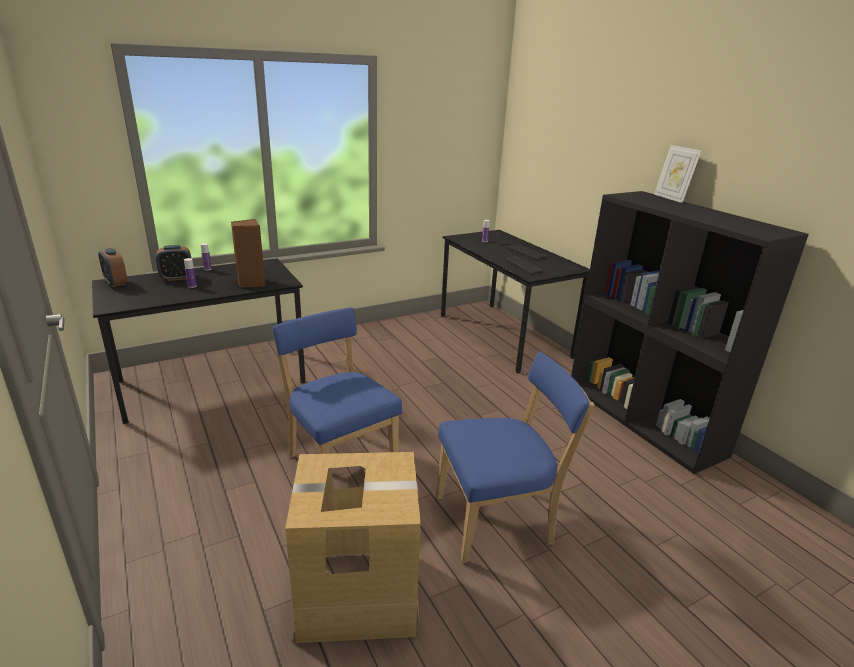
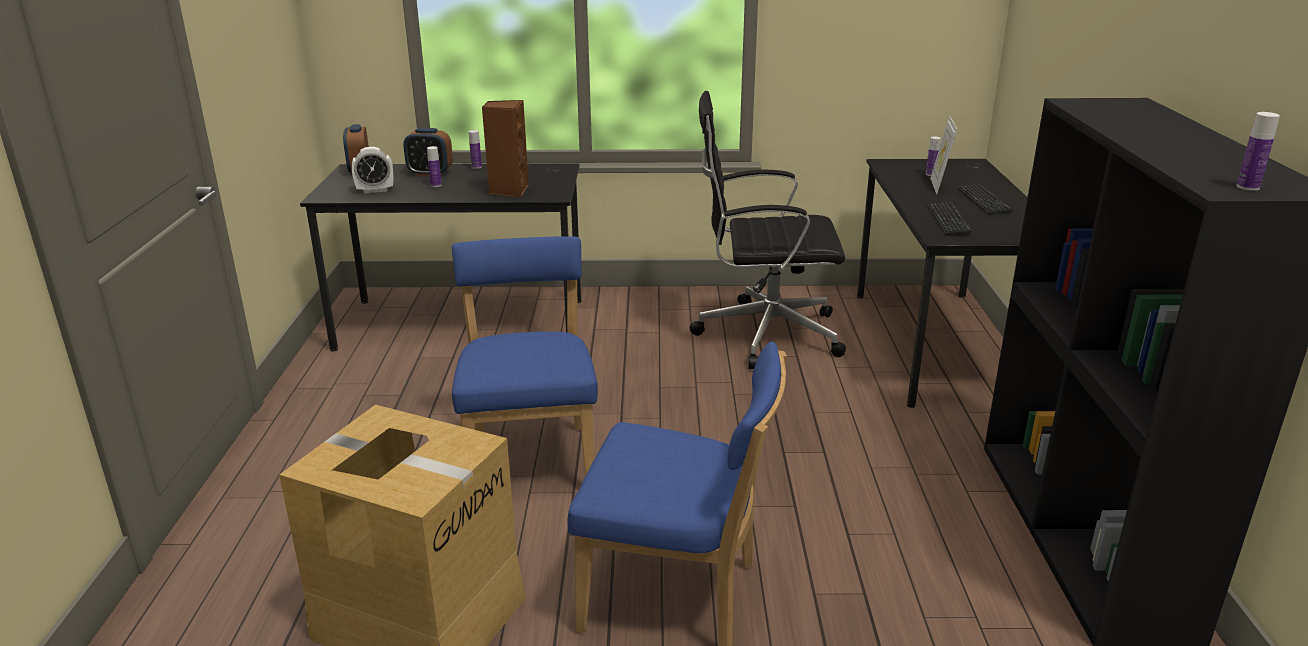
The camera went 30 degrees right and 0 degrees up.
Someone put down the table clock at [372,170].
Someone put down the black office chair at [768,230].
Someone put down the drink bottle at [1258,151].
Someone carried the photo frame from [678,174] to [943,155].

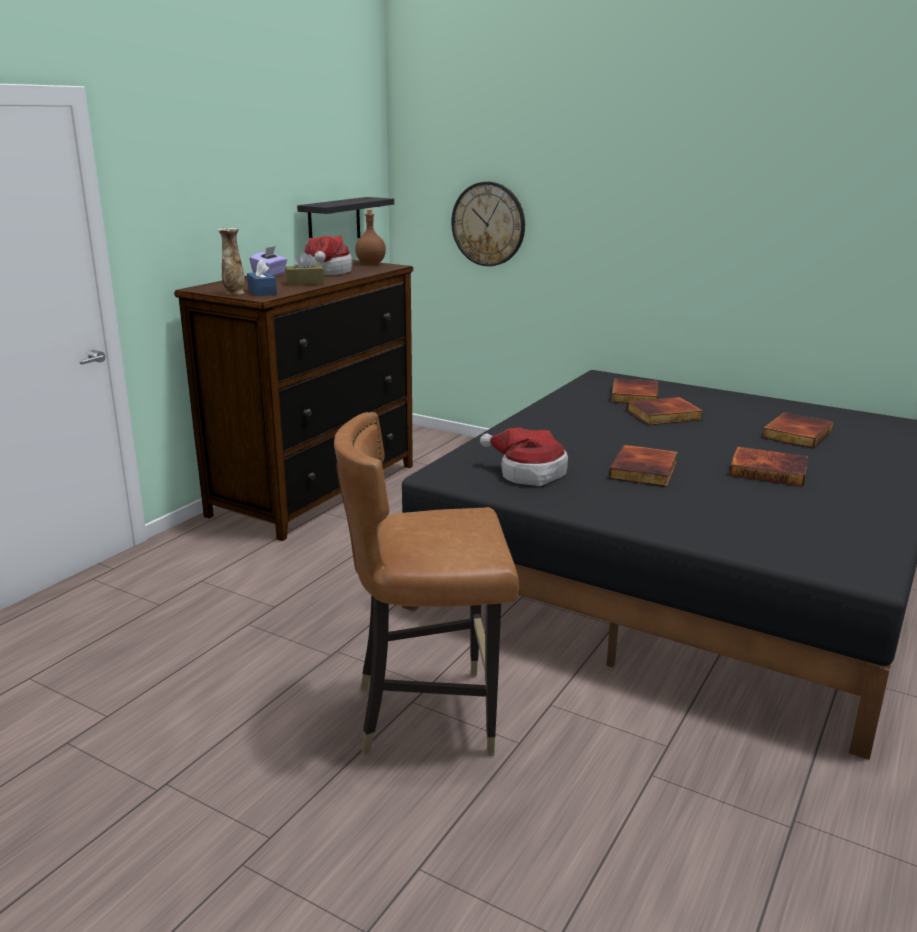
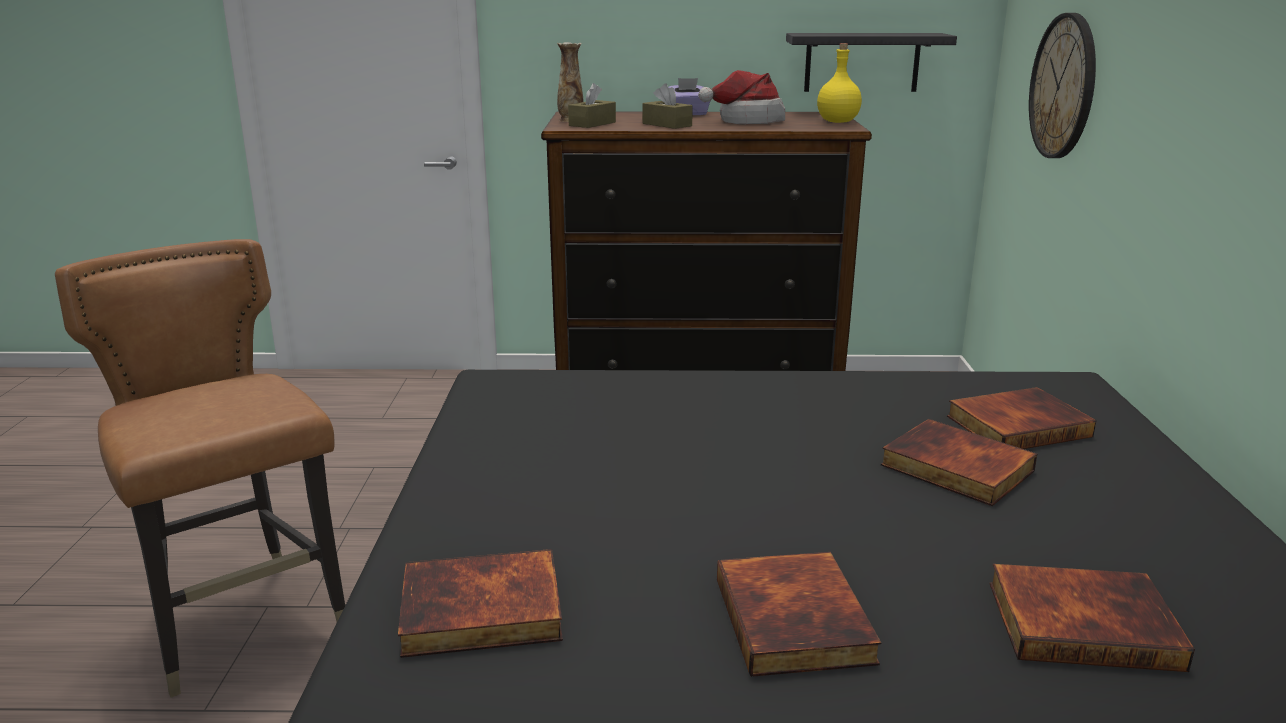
The camera went 60 degrees right and 0 degrees up.
Someone took away the wearable hat at [524,456].
Someone carried the bound book from [643,466] to [480,603].
Someone repainted the bluish tissue box at [262,277], which became the brown-coloured tissue box at [592,105].
Someone repainted the brown-coloured drink bottle at [370,237], which became the yellowish drink bottle at [839,83].

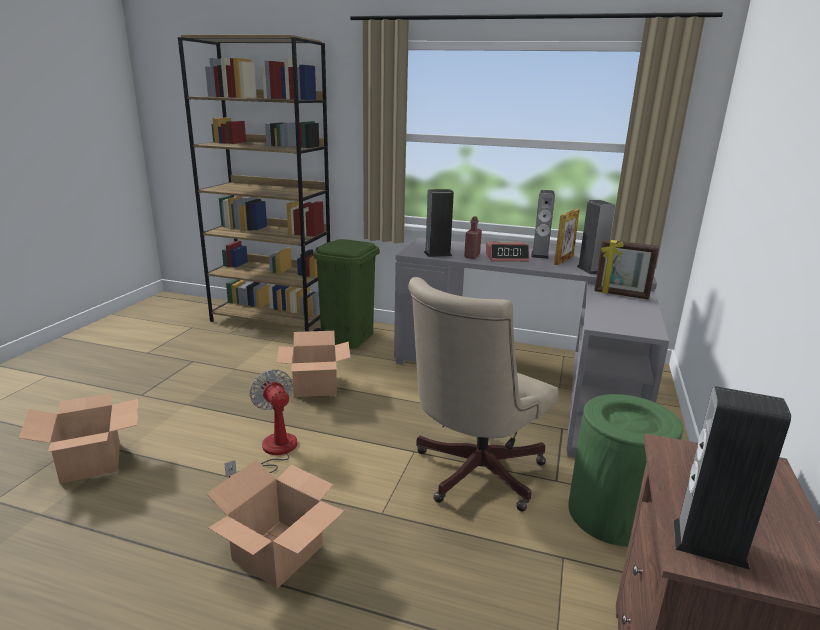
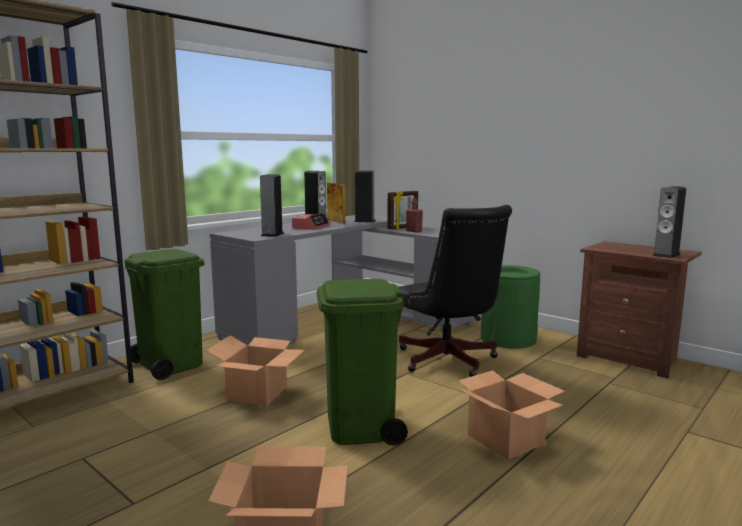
The camera went 65 degrees left and 10 degrees down.
Someone carried the reddish drink bottle from [473,237] to [414,215].
Someone swapped the fan at [260,423] for the greenish rubbish bin at [362,362].
Someone repainted the beige-coloured office chair at [483,394], which became the black office chair at [455,291].

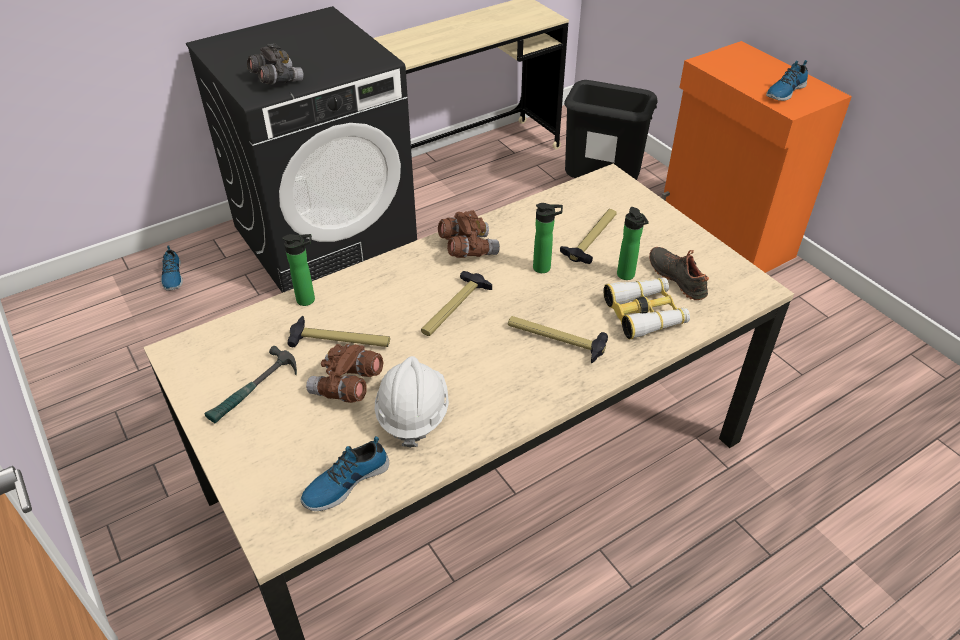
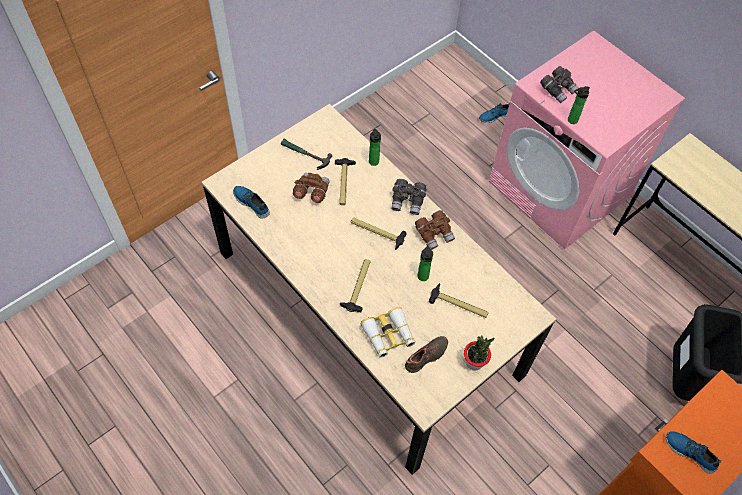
The camera went 80 degrees right and 15 degrees up.
Someone took away the white work helmet at [412,402].
Someone put down the grey pair of binoculars at [409,197].
Someone put down the potted plant at [479,352].
Someone carried the drink bottle from [633,243] to [579,105].
Someone repainted the black laundry machine at [301,149], which became the pinkish laundry machine at [587,140].

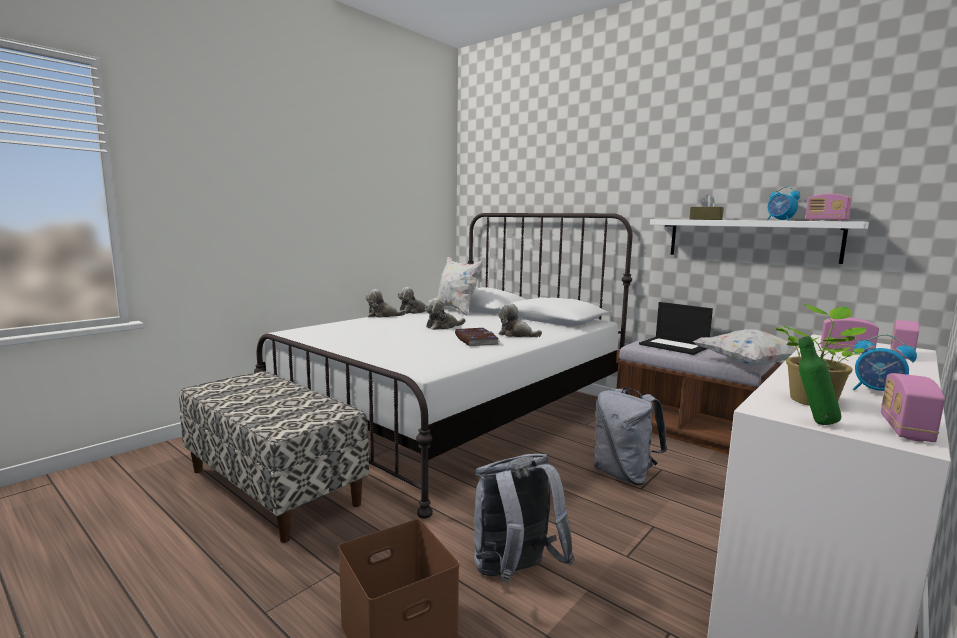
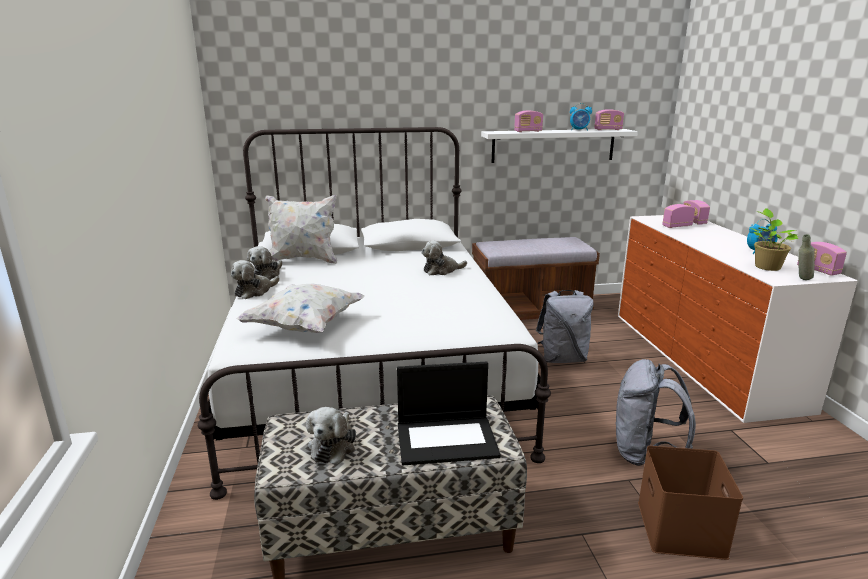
The camera went 50 degrees left and 10 degrees up.
Someone took away the bound book at [477,337].
Someone carried the soft toy from [445,314] to [331,435].
Someone carried the portable computer from [676,328] to [449,413].
Someone carried the white cushion from [746,347] to [300,308].
Someone swapped the brown-coloured tissue box at [707,207] for the radio receiver at [528,121].
Someone repainted the greenish drink bottle at [819,380], which became the grey drink bottle at [806,257].

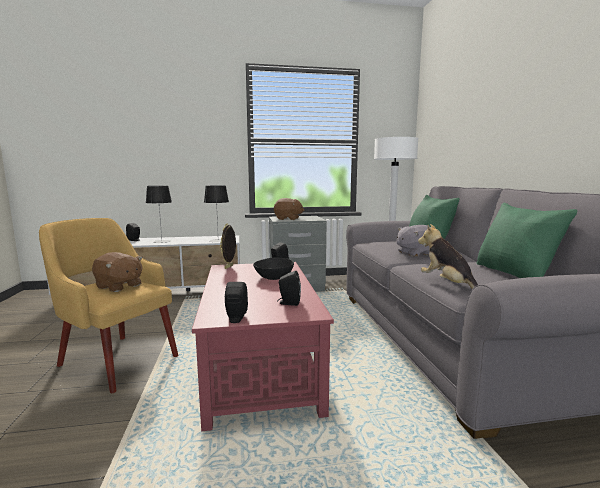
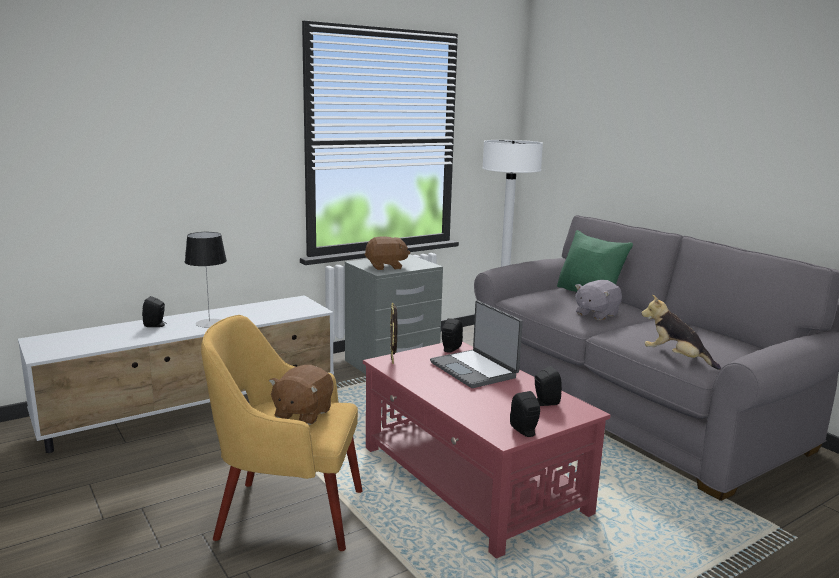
The camera went 25 degrees left and 5 degrees up.
Someone took away the table lamp at [216,214].
Someone took away the greenish cushion at [527,240].
Someone swapped the black serving bowl at [273,268] for the portable computer at [476,344].
Someone rotated the brown-coloured soft toy at [117,272] by 105 degrees clockwise.

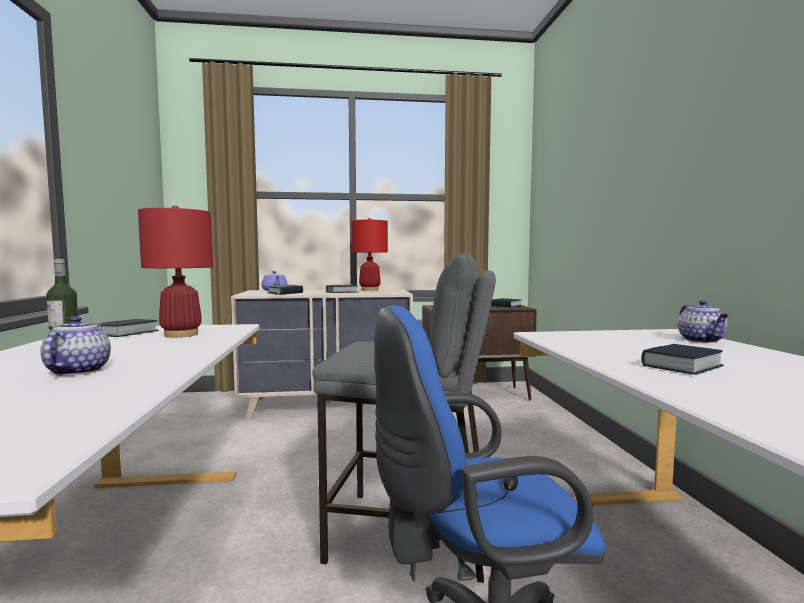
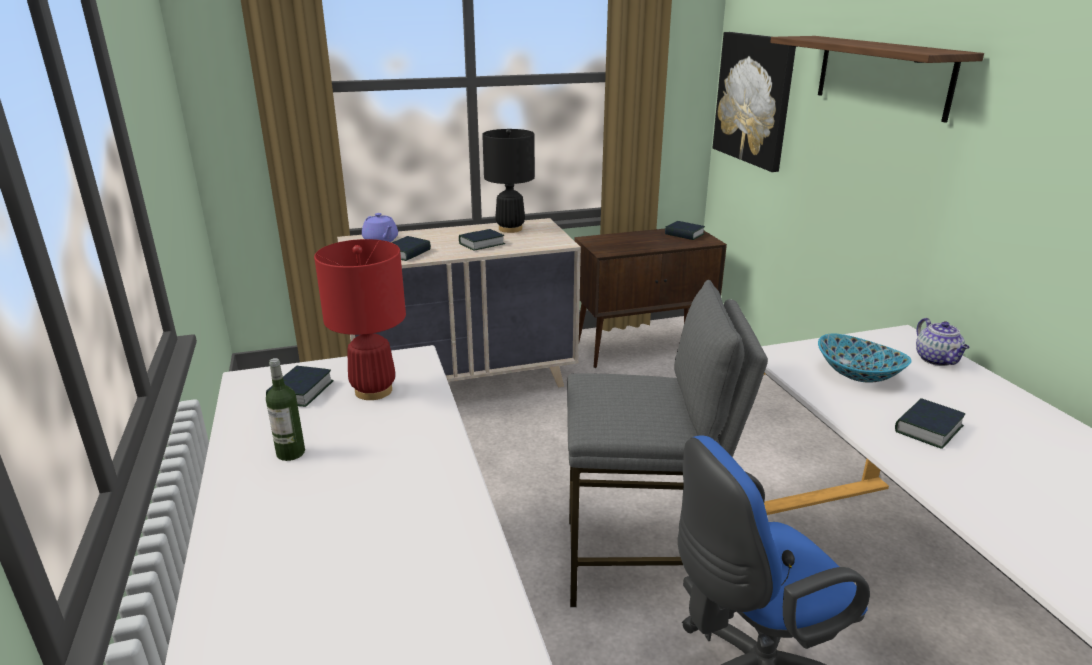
The camera went 10 degrees left and 20 degrees up.
Someone took away the teapot at [75,346].
Someone put up the wall picture at [754,102].
Someone put up the bracket shelf at [877,79].
Someone put down the serving bowl at [865,358].
Someone repainted the reddish table lamp at [369,254], which became the black table lamp at [508,181].

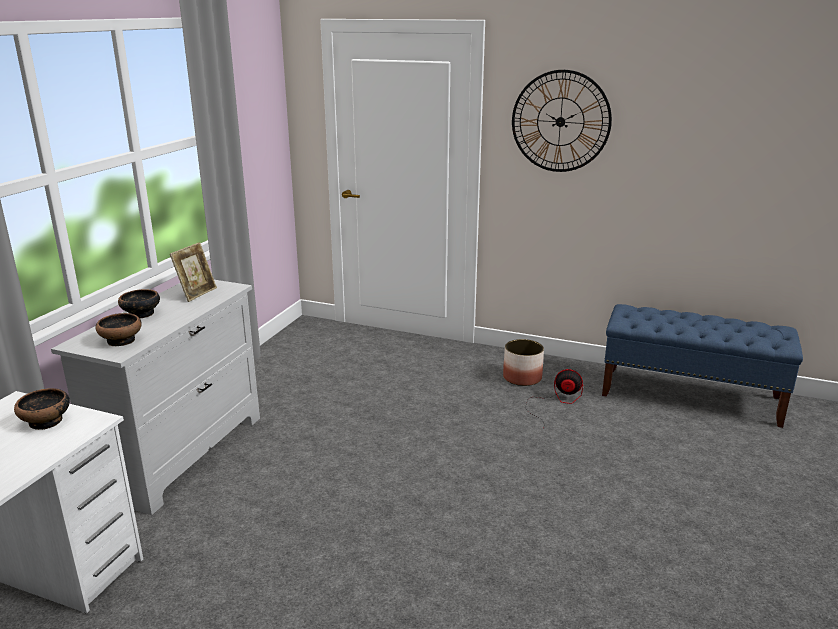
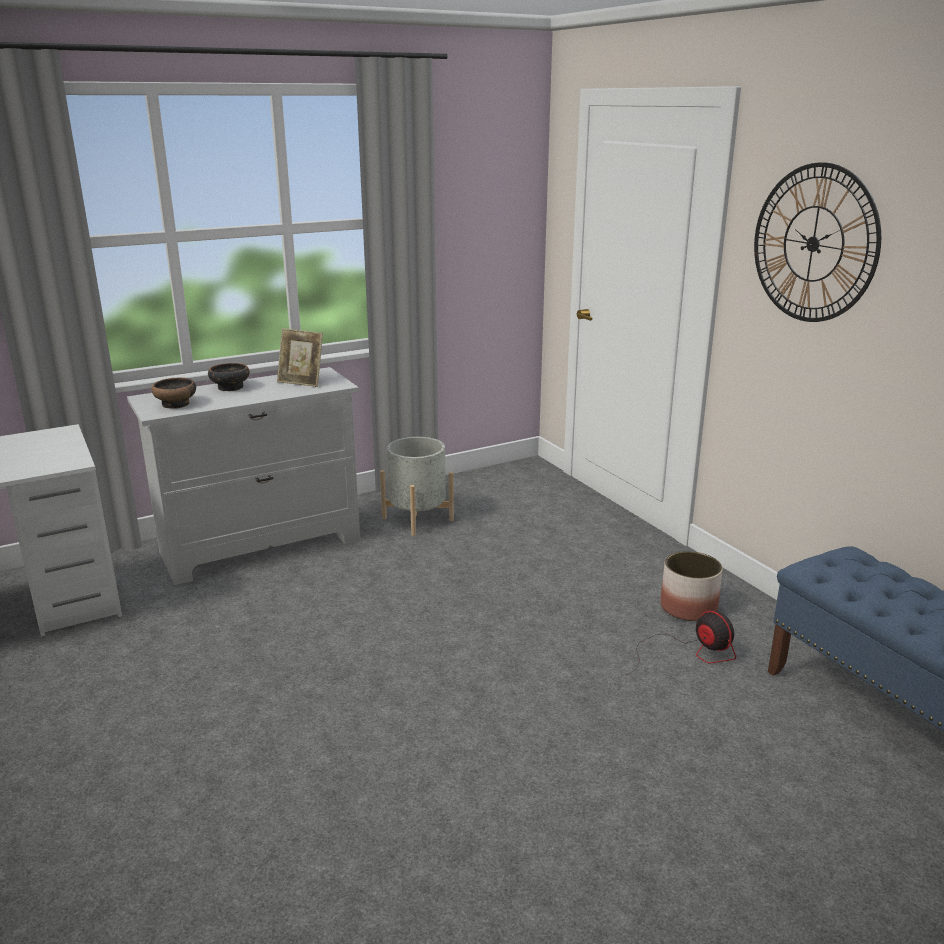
The camera went 40 degrees right and 0 degrees up.
Someone took away the serving bowl at [42,409].
Someone put down the grey flower pot at [417,486].
Someone rotated the photo frame at [193,272] by 45 degrees clockwise.

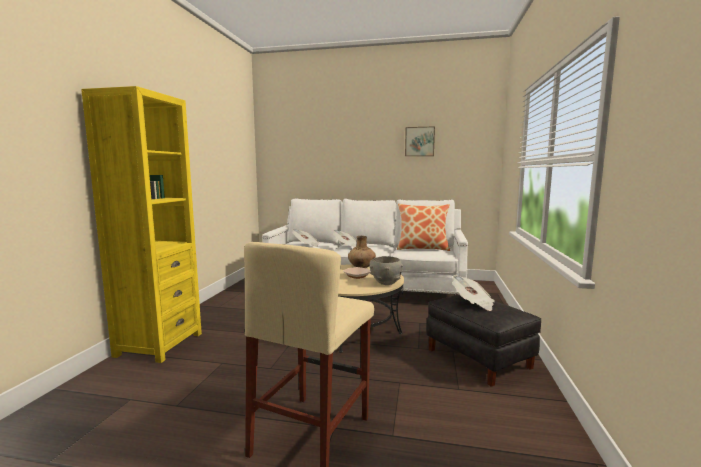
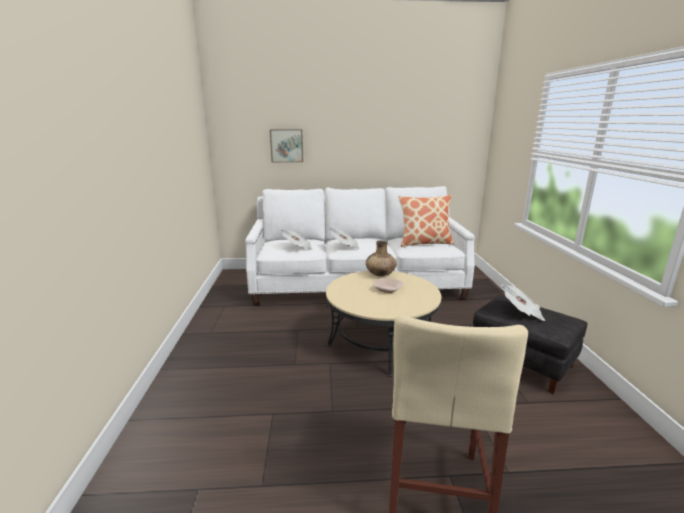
The camera went 15 degrees left and 10 degrees up.
Someone took away the yellowish shelving unit at [141,224].
Someone took away the grey serving bowl at [386,270].
Someone carried the wall picture from [420,141] to [286,145].

